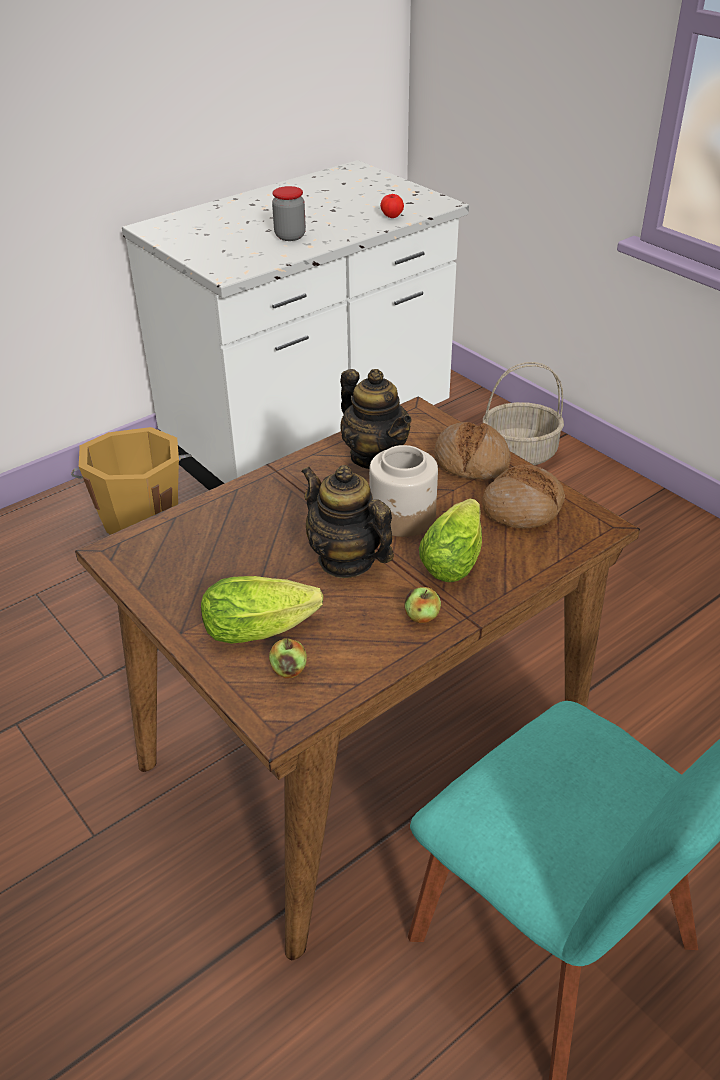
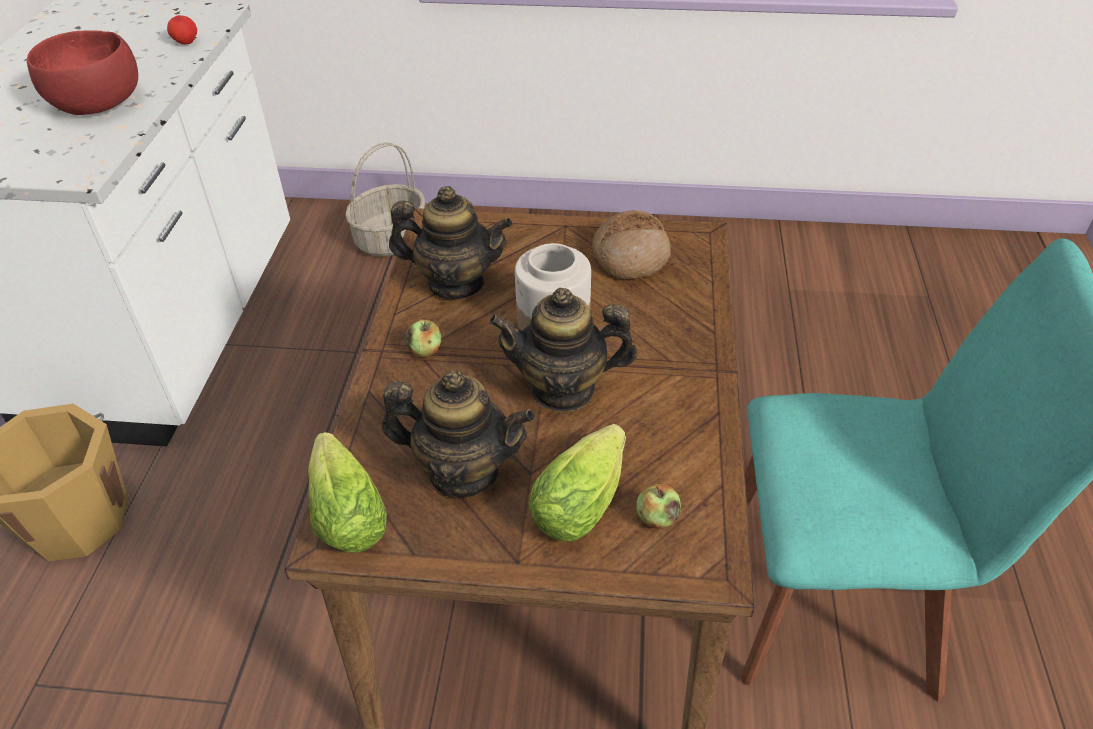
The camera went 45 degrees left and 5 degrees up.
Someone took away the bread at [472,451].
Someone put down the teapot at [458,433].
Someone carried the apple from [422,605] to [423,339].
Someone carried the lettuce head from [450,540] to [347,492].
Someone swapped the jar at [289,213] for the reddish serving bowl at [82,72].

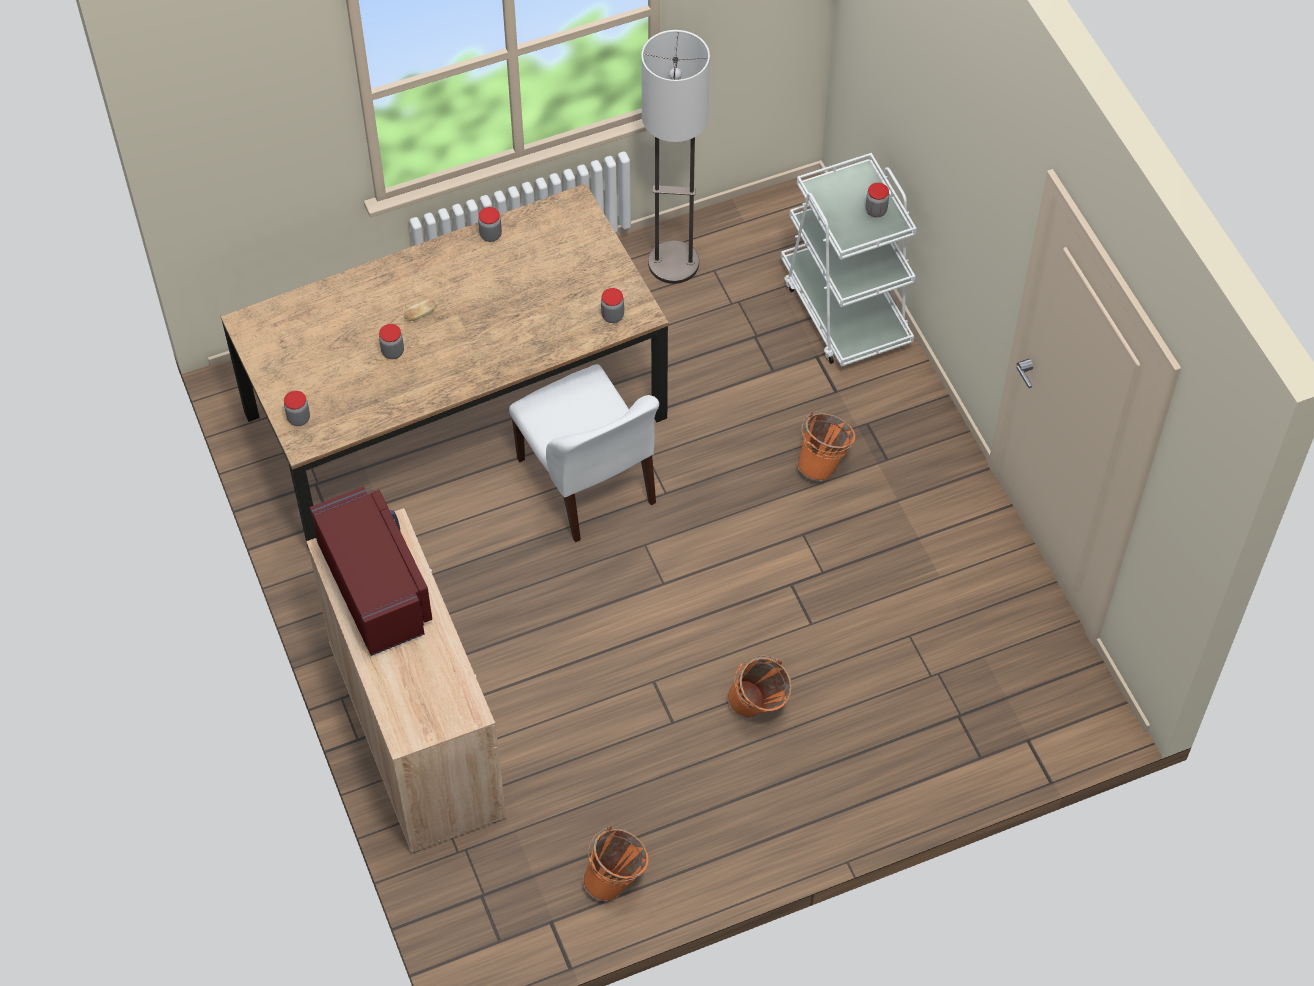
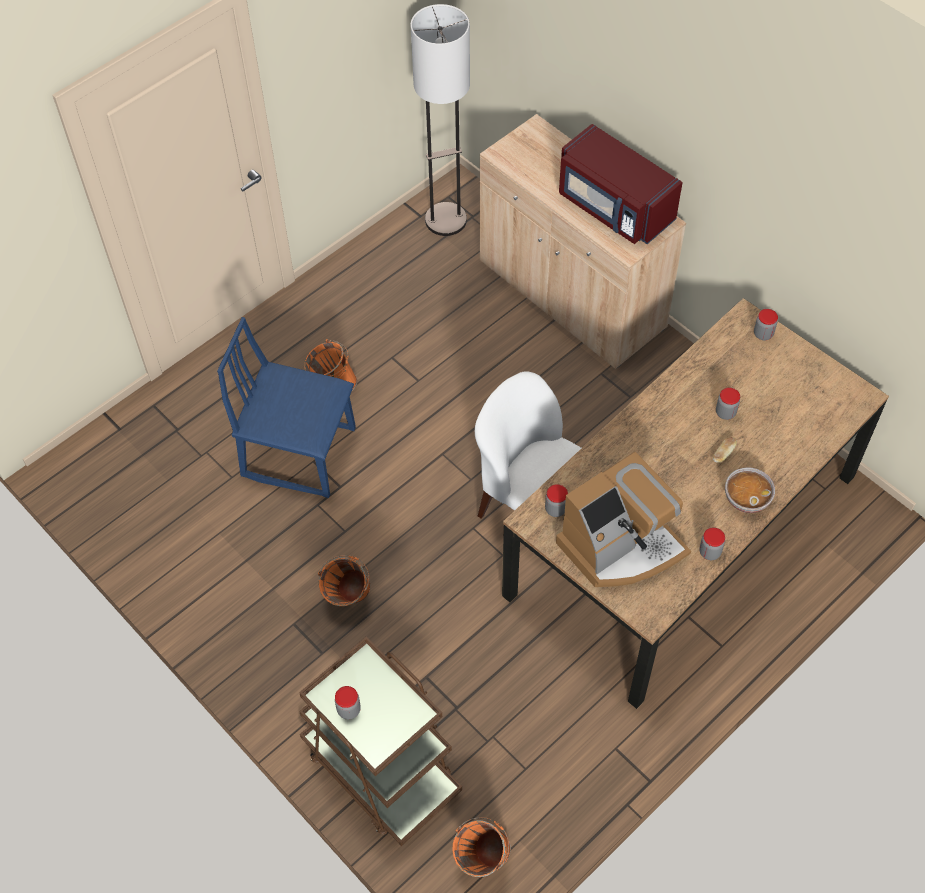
The camera went 160 degrees right and 0 degrees up.
Someone put down the bluish upright chair at [286,407].
Someone put down the coffee maker at [623,519].
Someone put down the serving bowl at [750,490].
Someone carried the orange-coloured water bucket from [615,863] to [481,847].
Someone carried the floor lamp from [675,157] to [440,120].
Someone repainted the white trolley at [849,260], which became the brown-coloured trolley at [380,741].

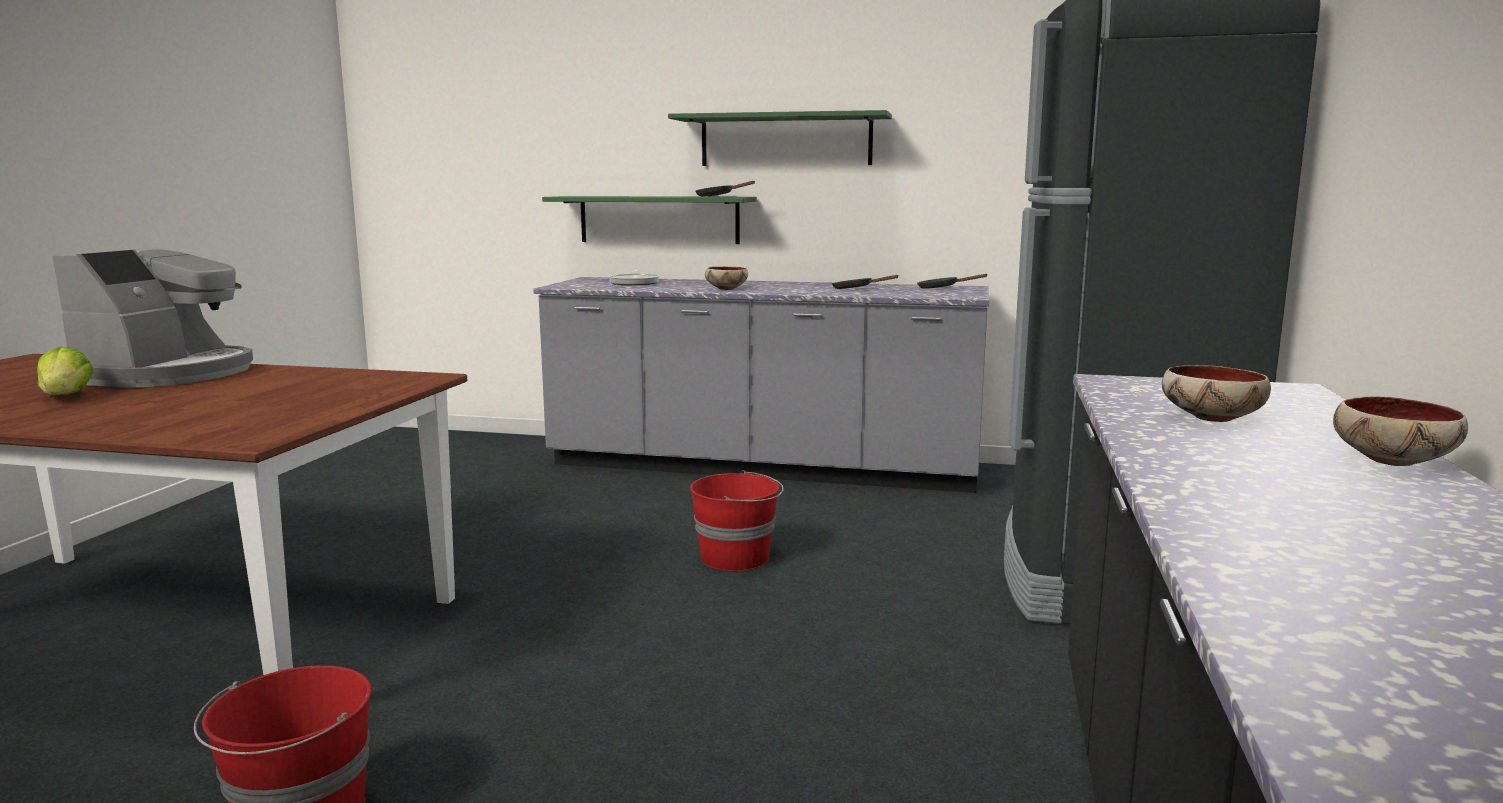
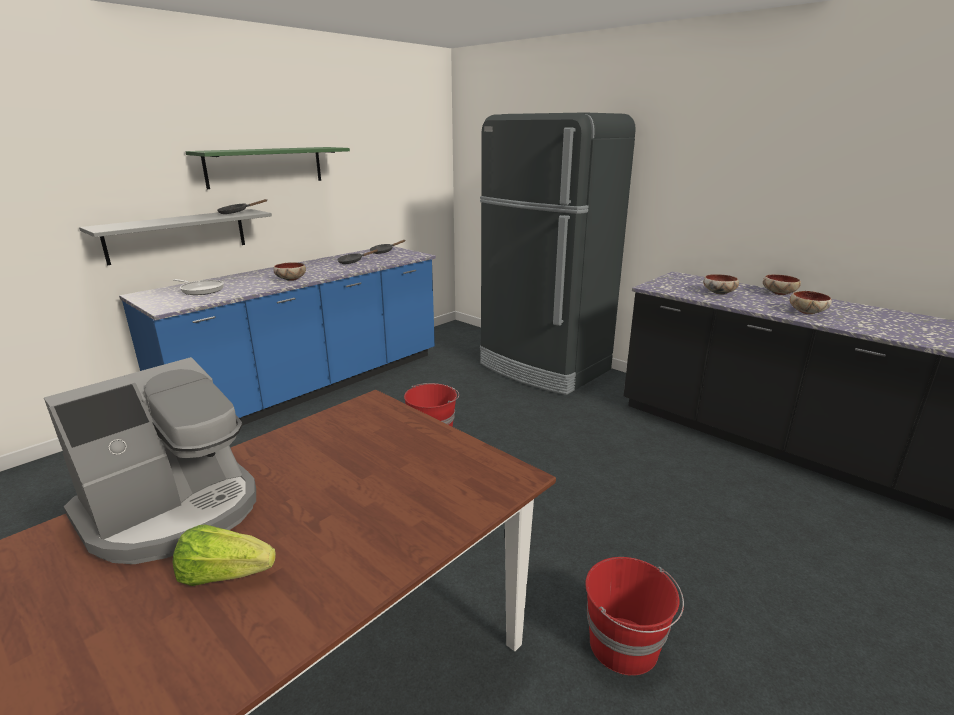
The camera went 60 degrees left and 10 degrees up.
Someone put down the serving bowl at [811,302].
Someone repainted the grey kitchen counter at [761,385], which became the bluish kitchen counter at [277,336].
Someone repainted the greenish bracket shelf at [649,220], which became the grey bracket shelf at [175,237].
Someone rotated the coffee maker at [152,317] by 90 degrees clockwise.

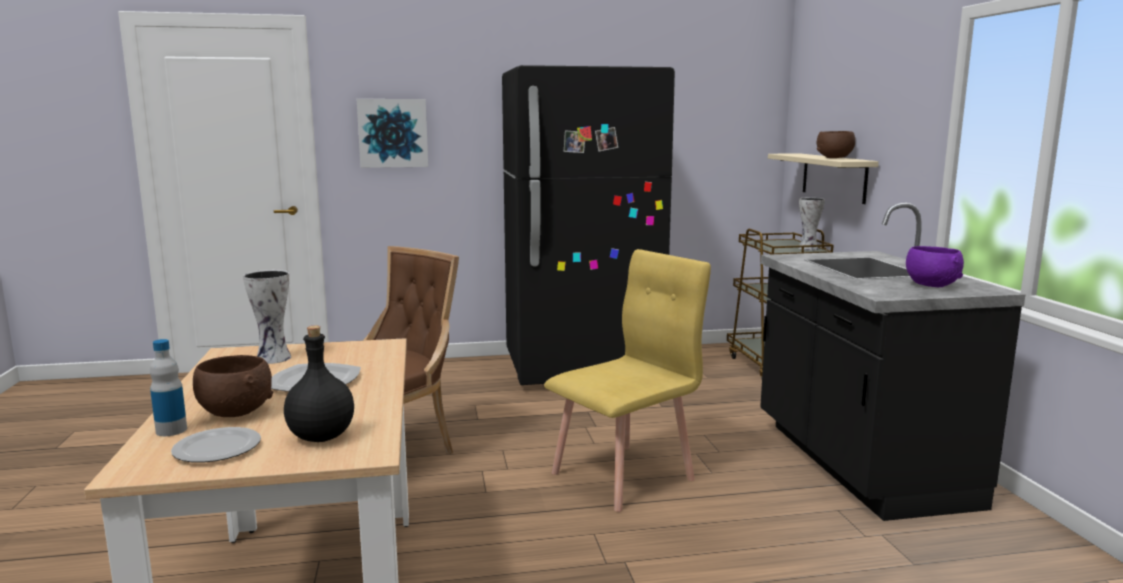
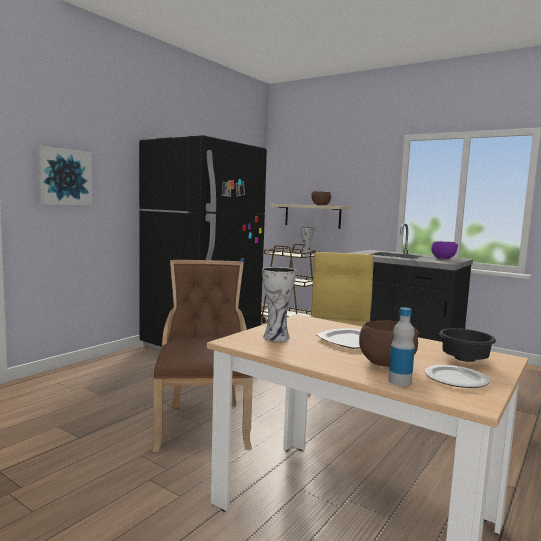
The camera went 45 degrees left and 5 degrees down.
Someone swapped the black drink bottle at [319,384] for the black serving bowl at [467,345].

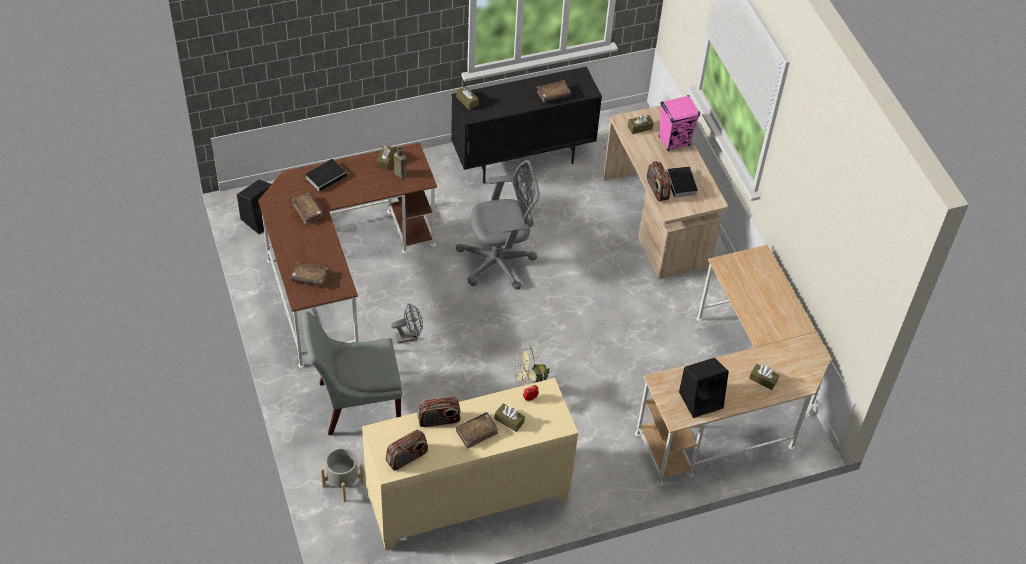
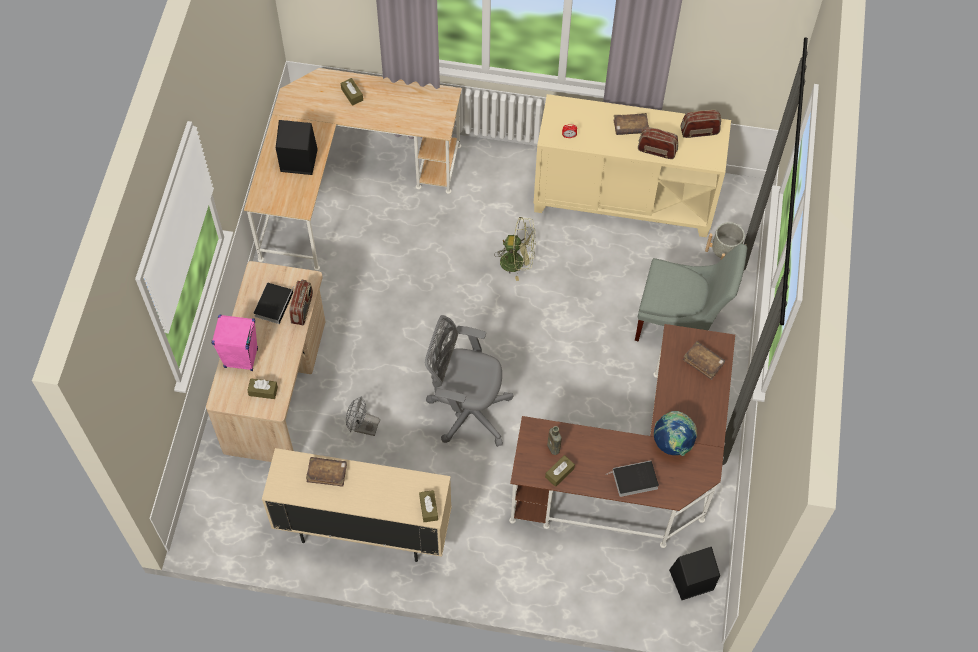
The camera went 150 degrees left and 10 degrees up.
Someone took away the brown-coloured tissue box at [510,418].
Someone carried the grey fan from [407,323] to [363,416].
Someone carried the black loudspeaker from [704,388] to [297,147].
Someone swapped the brown-coloured bound book at [307,208] for the globe at [675,433].
Someone repainted the black cupboard at [526,125], which became the beige-coloured cupboard at [357,505].

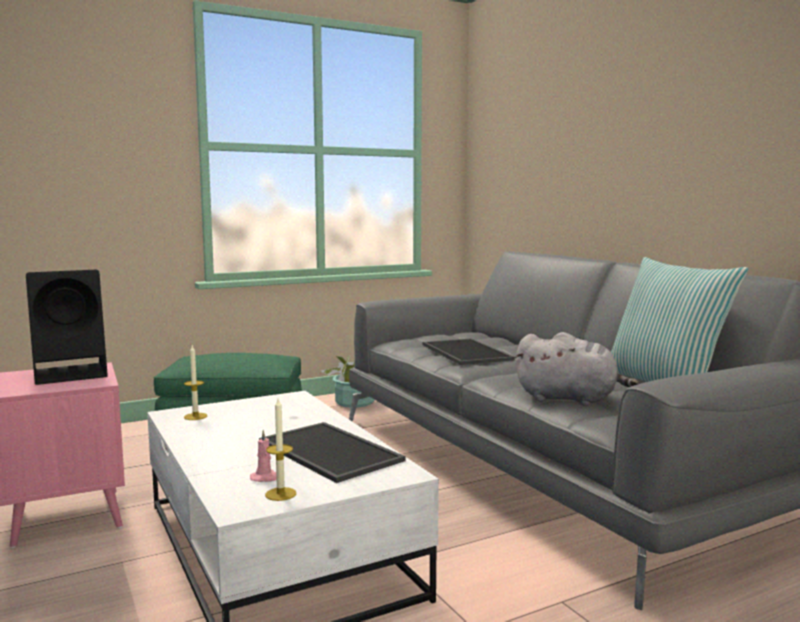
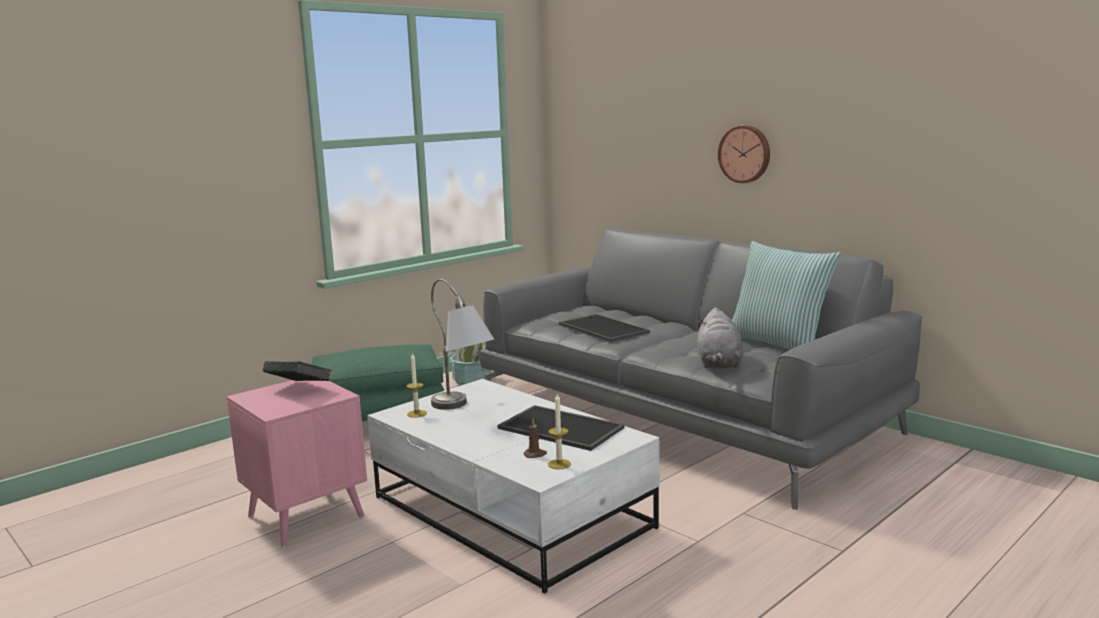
The camera went 15 degrees left and 5 degrees up.
Someone put down the grey table lamp at [462,344].
Someone put up the wall clock at [744,154].
Someone swapped the black loudspeaker at [67,327] for the bound book at [297,371].
Someone repainted the pinkish wax candle at [263,456], which became the brown-coloured wax candle at [535,438].
Someone rotated the grey soft toy at [577,369] by 90 degrees clockwise.

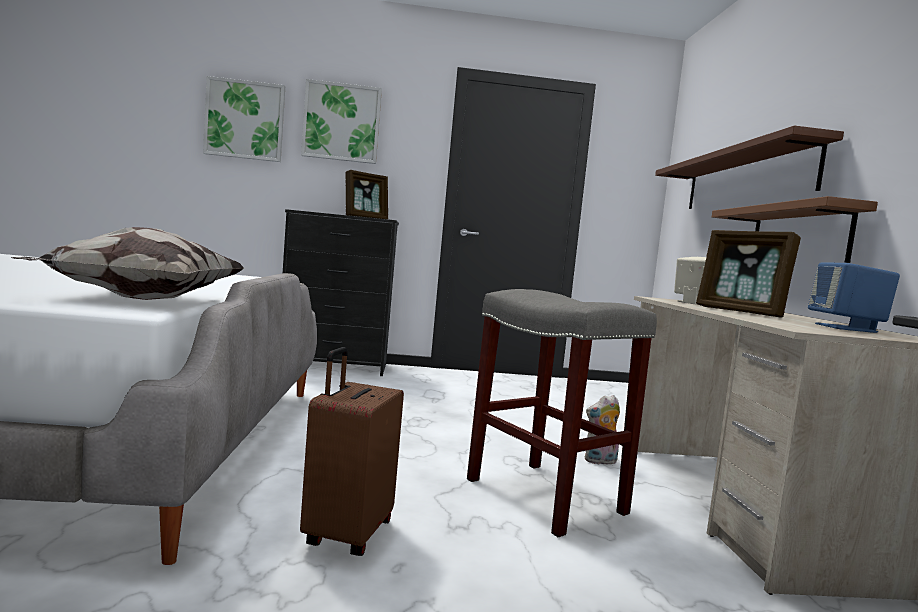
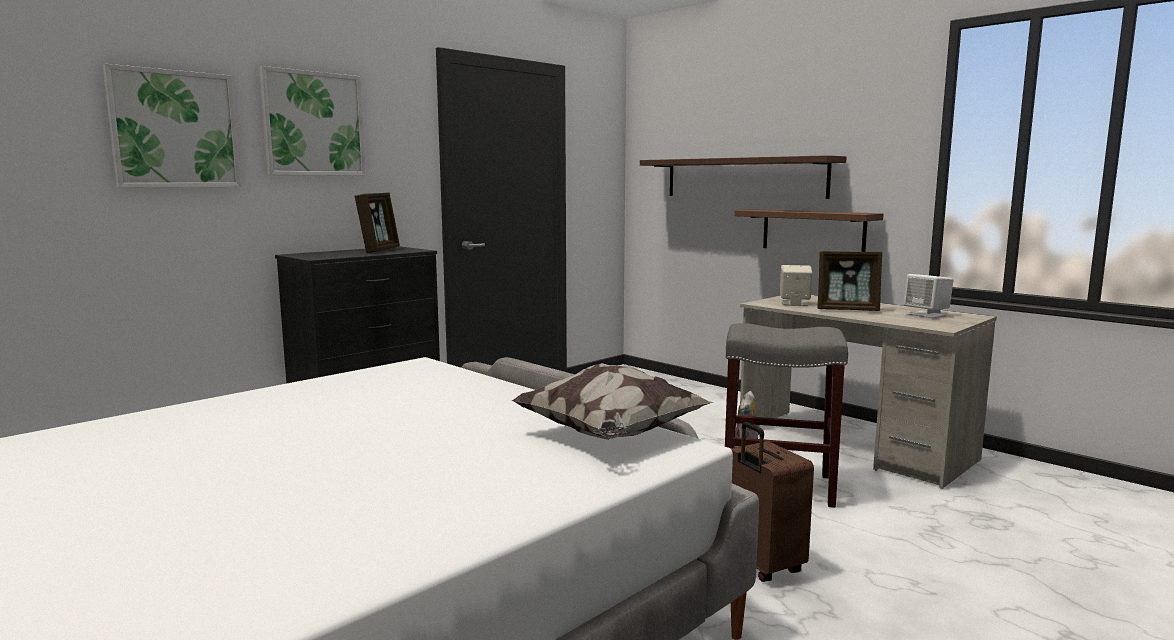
The camera went 40 degrees left and 5 degrees up.
Someone repainted the bluish loudspeaker at [854,297], which became the white loudspeaker at [928,296].

